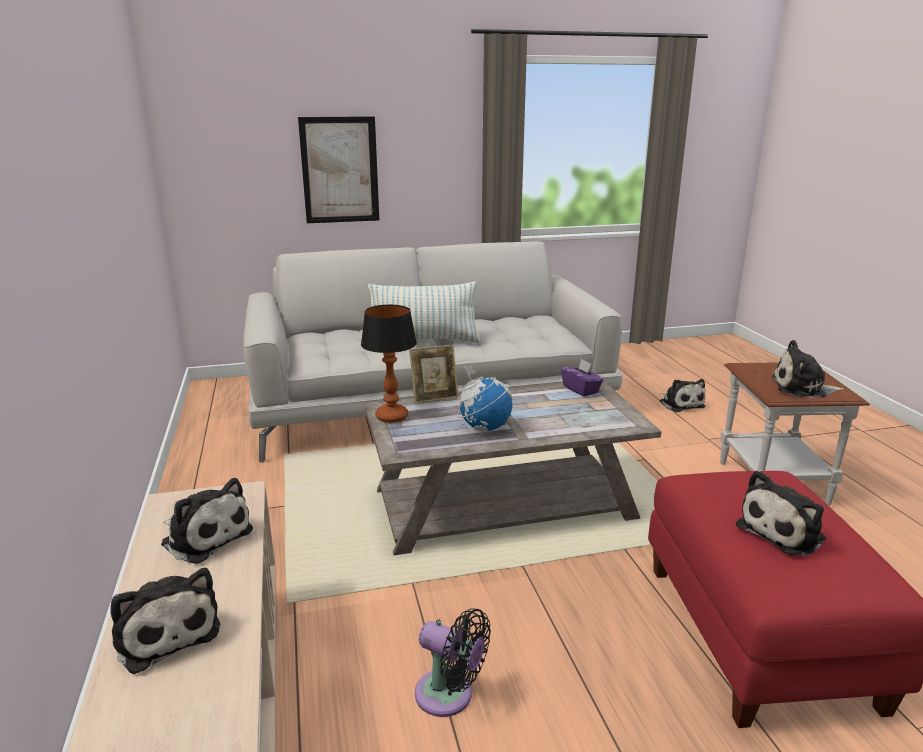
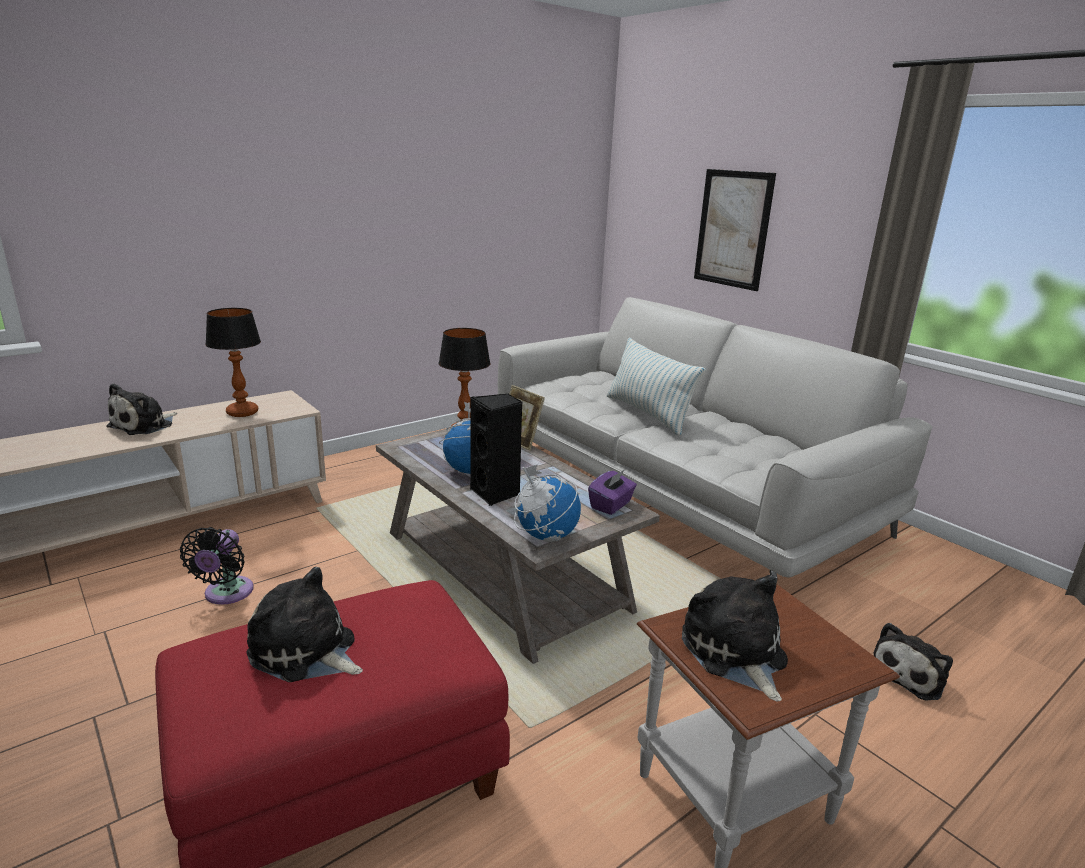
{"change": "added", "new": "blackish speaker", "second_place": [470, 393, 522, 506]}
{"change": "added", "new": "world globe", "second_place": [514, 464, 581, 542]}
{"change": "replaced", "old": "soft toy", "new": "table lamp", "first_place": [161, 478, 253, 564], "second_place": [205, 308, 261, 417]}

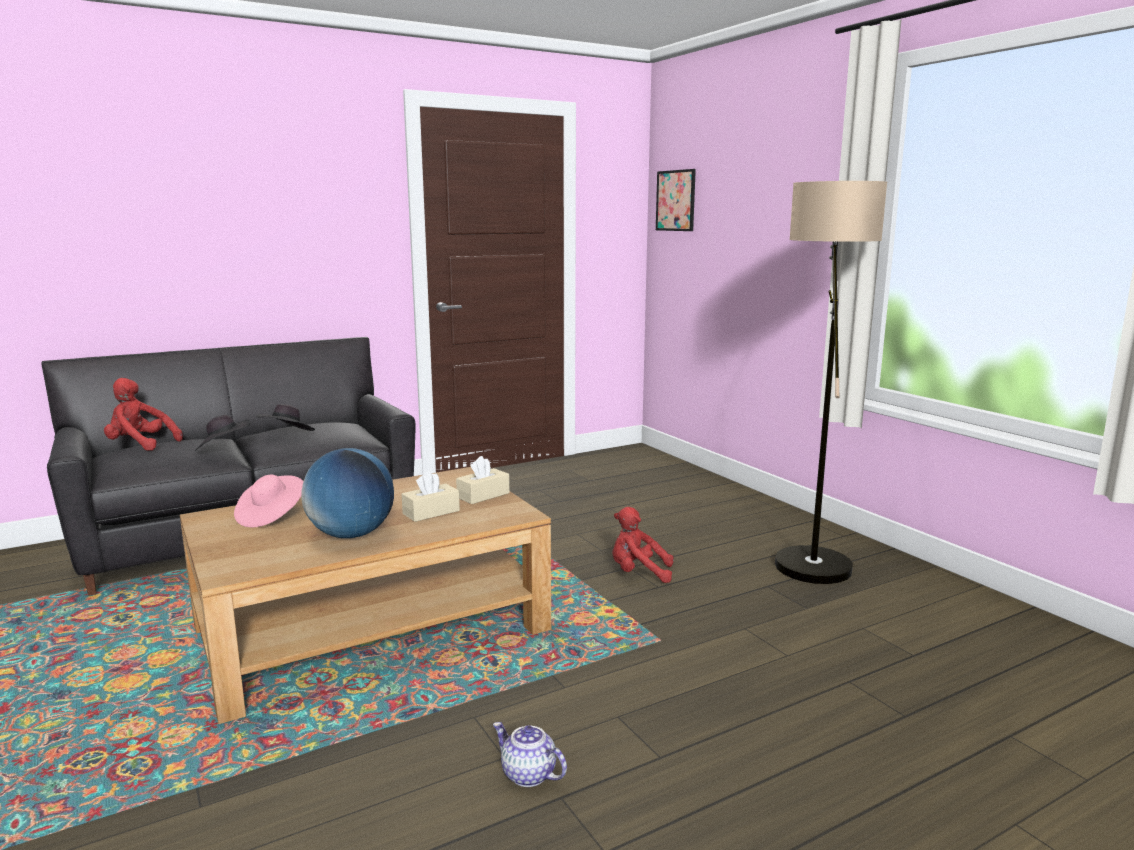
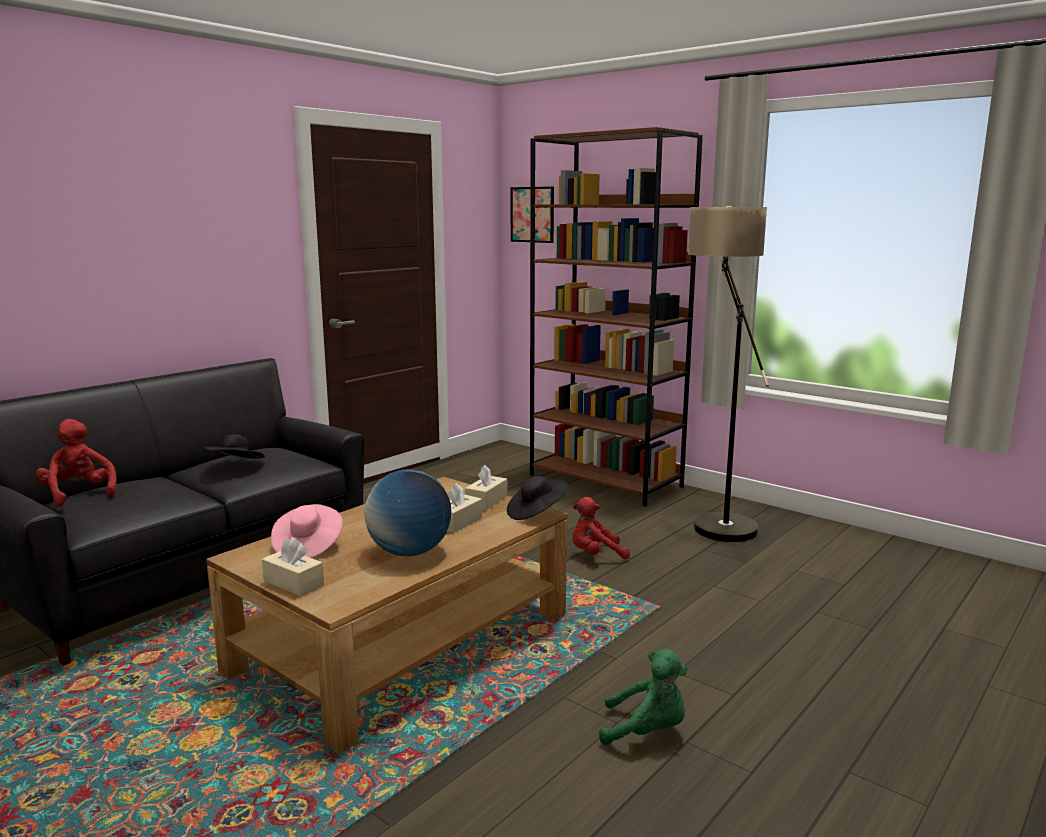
{"change": "added", "new": "beige box of tissues", "second_place": [262, 537, 324, 596]}
{"change": "added", "new": "brown bookcase", "second_place": [530, 127, 703, 507]}
{"change": "moved", "old": "blackish hat", "first_place": [195, 415, 251, 451], "second_place": [507, 476, 569, 520]}
{"change": "replaced", "old": "teapot", "new": "greenish soft toy", "first_place": [493, 722, 567, 787], "second_place": [599, 649, 687, 745]}
{"change": "turned", "old": "reddish soft toy", "first_place": [104, 378, 183, 451], "second_place": [36, 419, 117, 506], "degrees": 60}

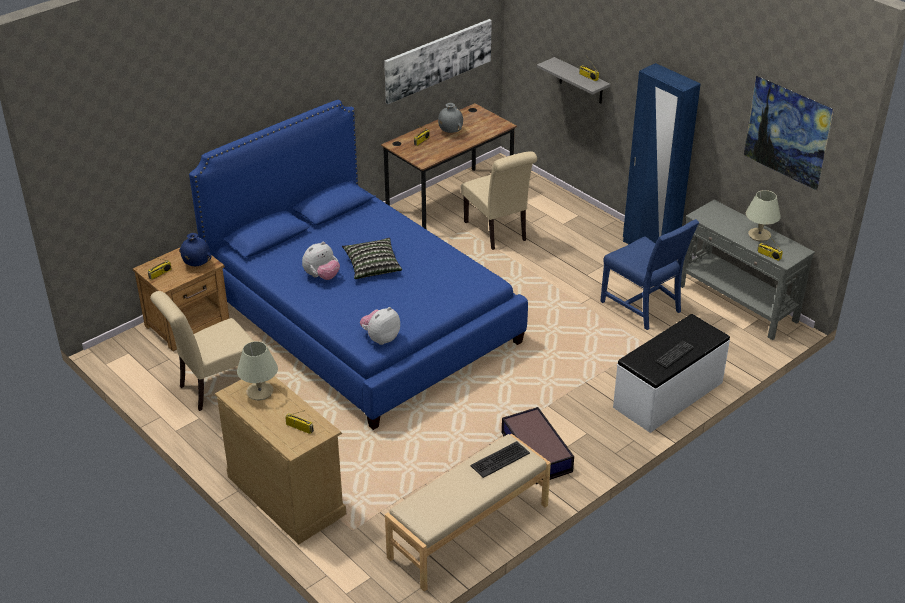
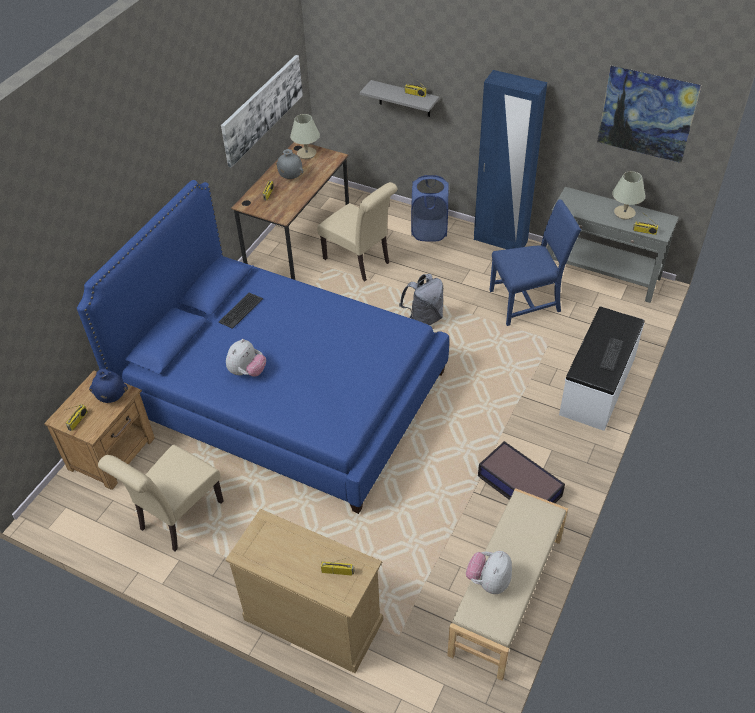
{"change": "removed", "old": "pillow", "first_place": [342, 238, 402, 279]}
{"change": "added", "new": "grey rucksack", "second_place": [399, 274, 443, 325]}
{"change": "added", "new": "bluish laundry basket", "second_place": [411, 175, 449, 242]}
{"change": "moved", "old": "beige table lamp", "first_place": [237, 341, 278, 400], "second_place": [290, 114, 320, 159]}
{"change": "moved", "old": "soft toy", "first_place": [360, 307, 400, 345], "second_place": [466, 551, 512, 594]}
{"change": "moved", "old": "keyboard", "first_place": [470, 441, 530, 478], "second_place": [219, 293, 263, 329]}
{"change": "turned", "old": "bluish plain chair", "first_place": [600, 219, 699, 330], "second_place": [490, 199, 581, 326], "degrees": -45}

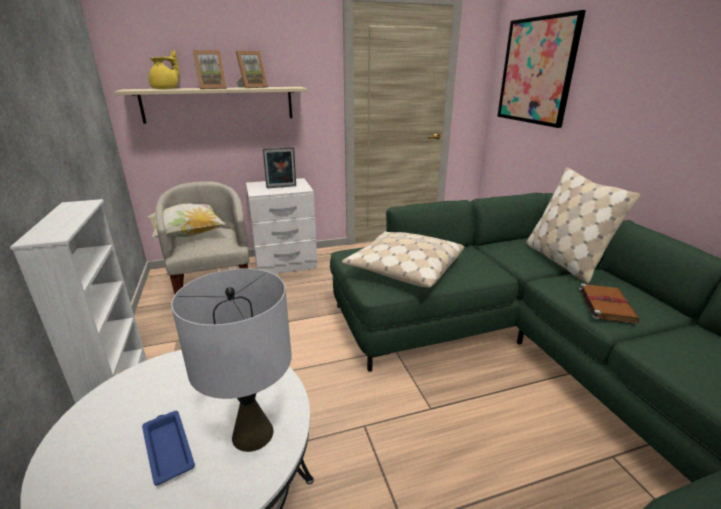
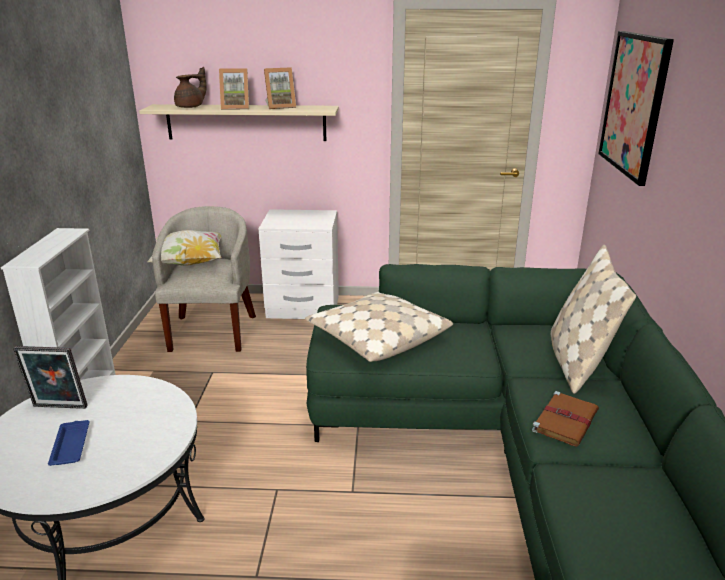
{"change": "removed", "old": "grey table lamp", "first_place": [171, 268, 292, 452]}
{"change": "moved", "old": "standing frame", "first_place": [263, 147, 296, 188], "second_place": [13, 346, 88, 409]}
{"change": "recoloured", "old": "yellowish teapot", "new": "brown teapot", "first_place": [149, 50, 179, 89], "second_place": [174, 67, 207, 108]}

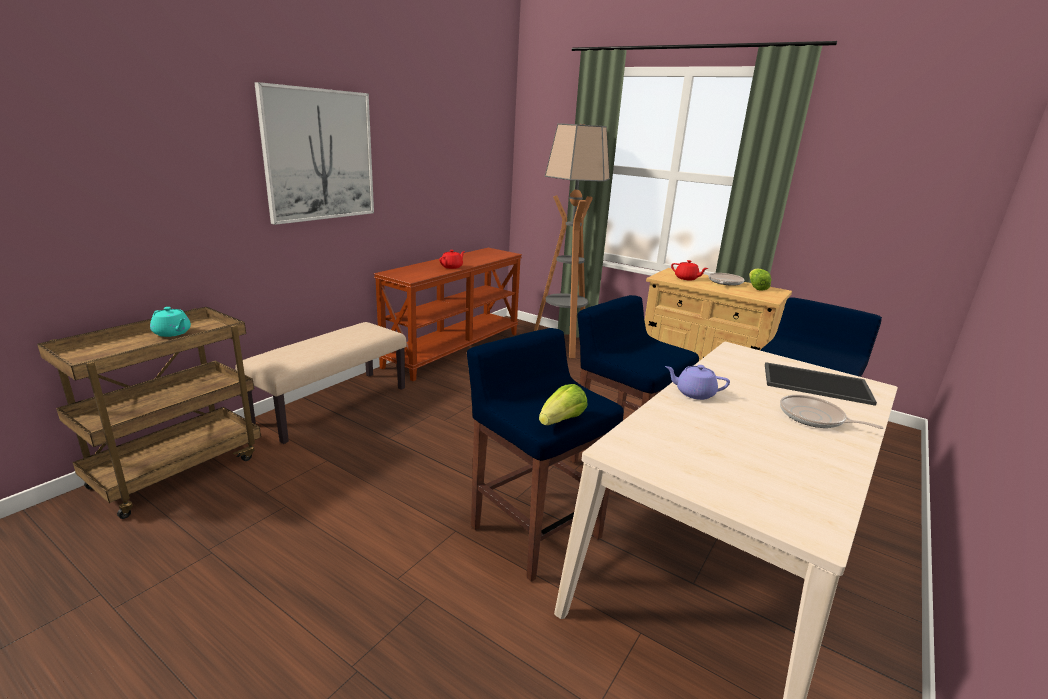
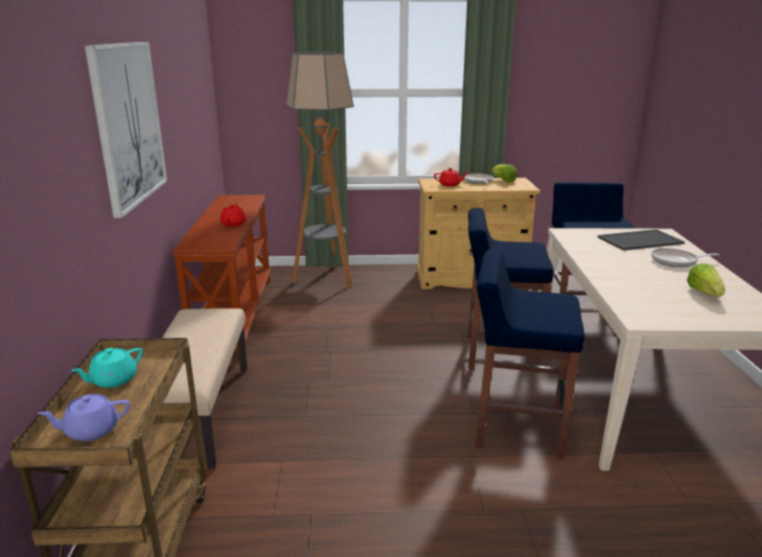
{"change": "moved", "old": "head of lettuce", "first_place": [539, 384, 588, 425], "second_place": [687, 263, 725, 297]}
{"change": "moved", "old": "purplish teapot", "first_place": [665, 365, 730, 400], "second_place": [38, 394, 130, 441]}
{"change": "turned", "old": "turquoise teapot", "first_place": [150, 307, 191, 337], "second_place": [71, 348, 143, 388], "degrees": 135}

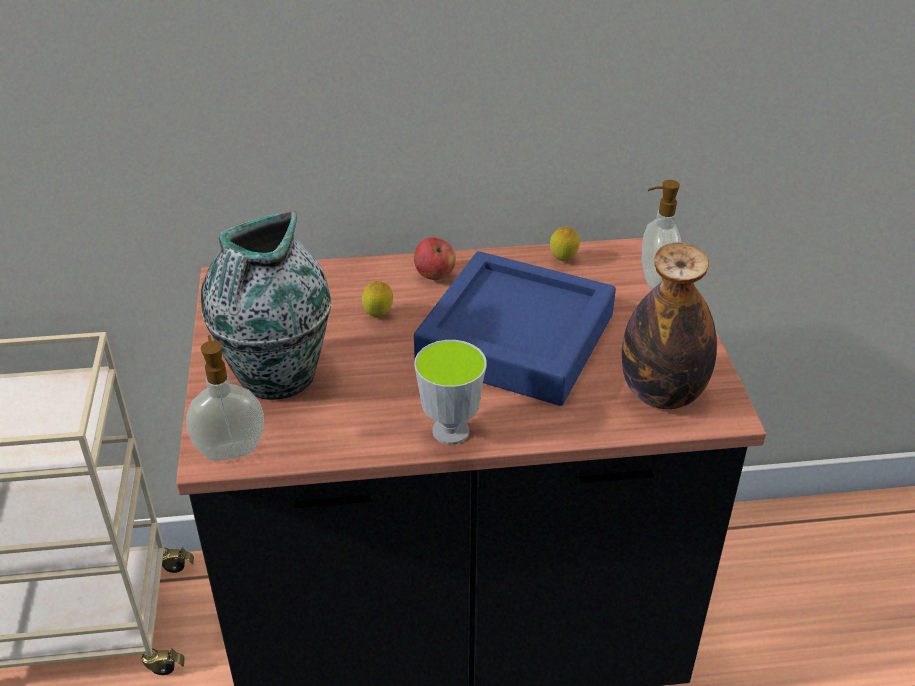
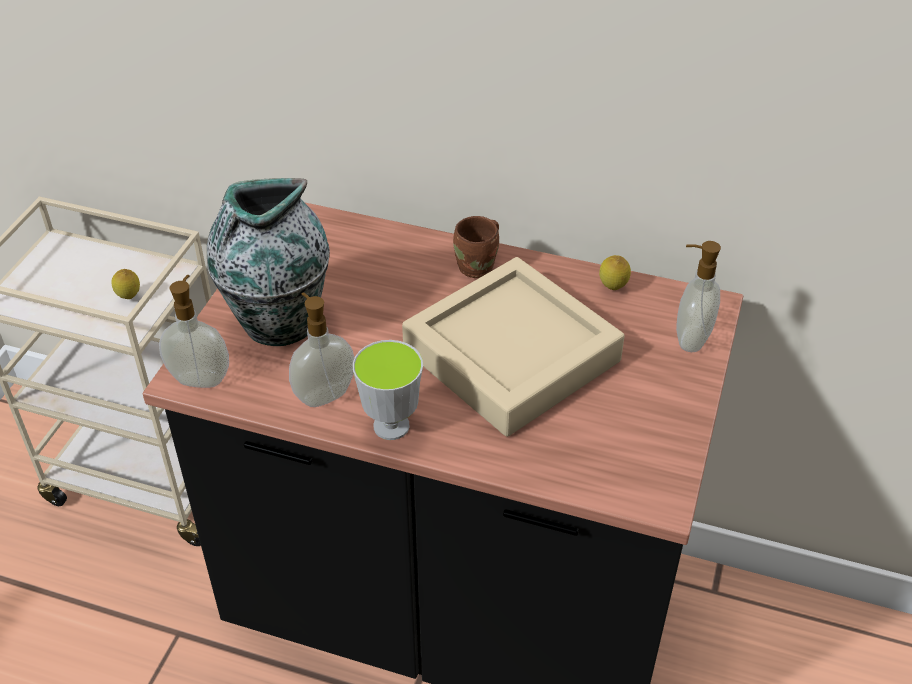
{"change": "removed", "old": "beverage bottle", "first_place": [622, 243, 717, 409]}
{"change": "added", "new": "liquid soap bottle", "second_place": [289, 292, 354, 407]}
{"change": "moved", "old": "lemon", "first_place": [362, 281, 393, 318], "second_place": [111, 269, 140, 299]}
{"change": "replaced", "old": "whole apple", "new": "brown mug", "first_place": [414, 237, 456, 280], "second_place": [453, 216, 499, 278]}
{"change": "recoloured", "old": "bluish serving tray", "new": "beige serving tray", "first_place": [414, 251, 616, 406], "second_place": [402, 257, 624, 437]}

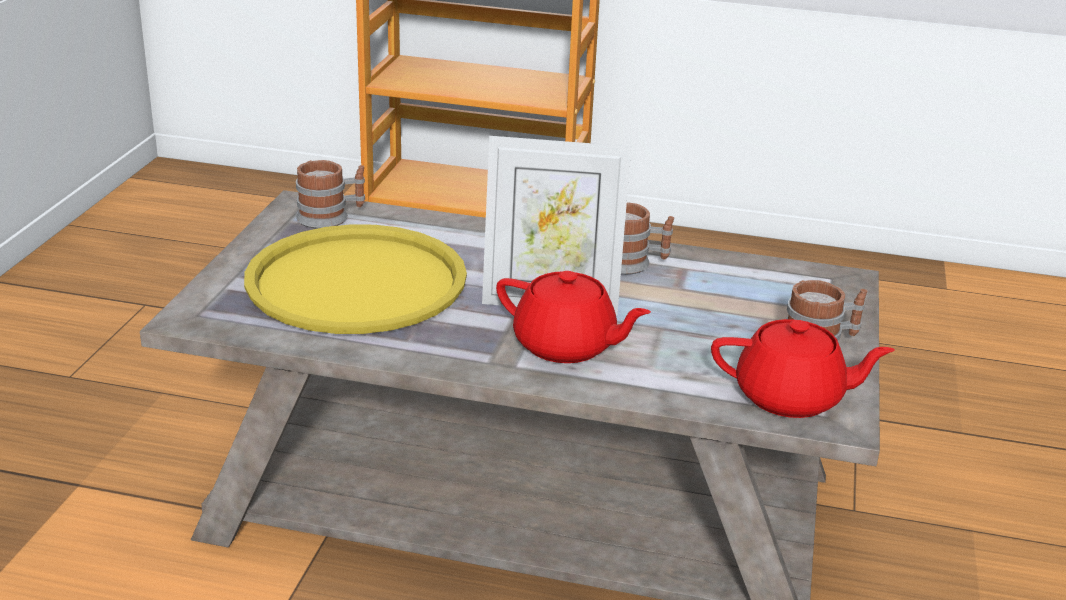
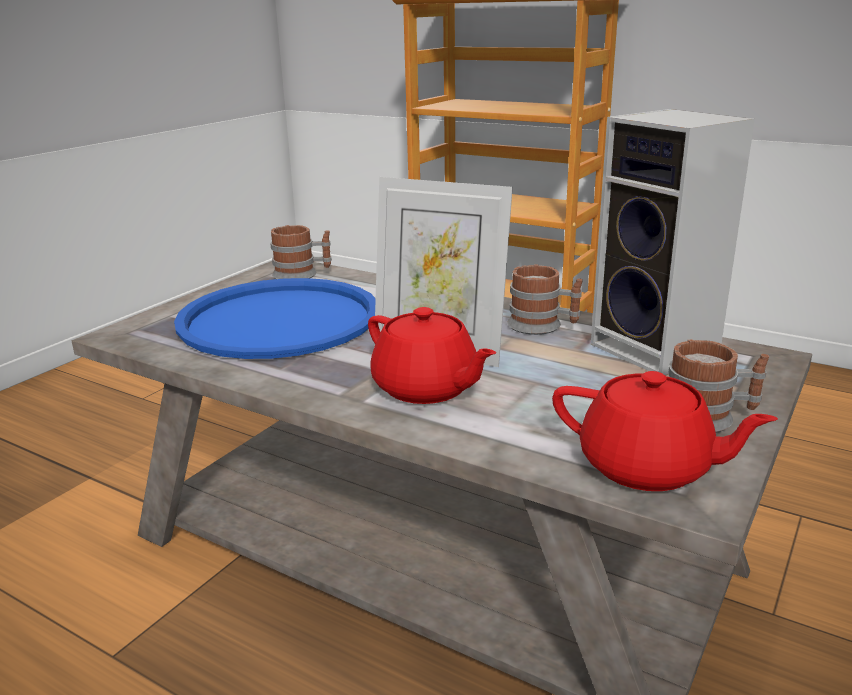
{"change": "added", "new": "speaker", "second_place": [591, 109, 755, 375]}
{"change": "recoloured", "old": "yellowish serving tray", "new": "bluish serving tray", "first_place": [244, 224, 467, 334], "second_place": [174, 278, 376, 359]}

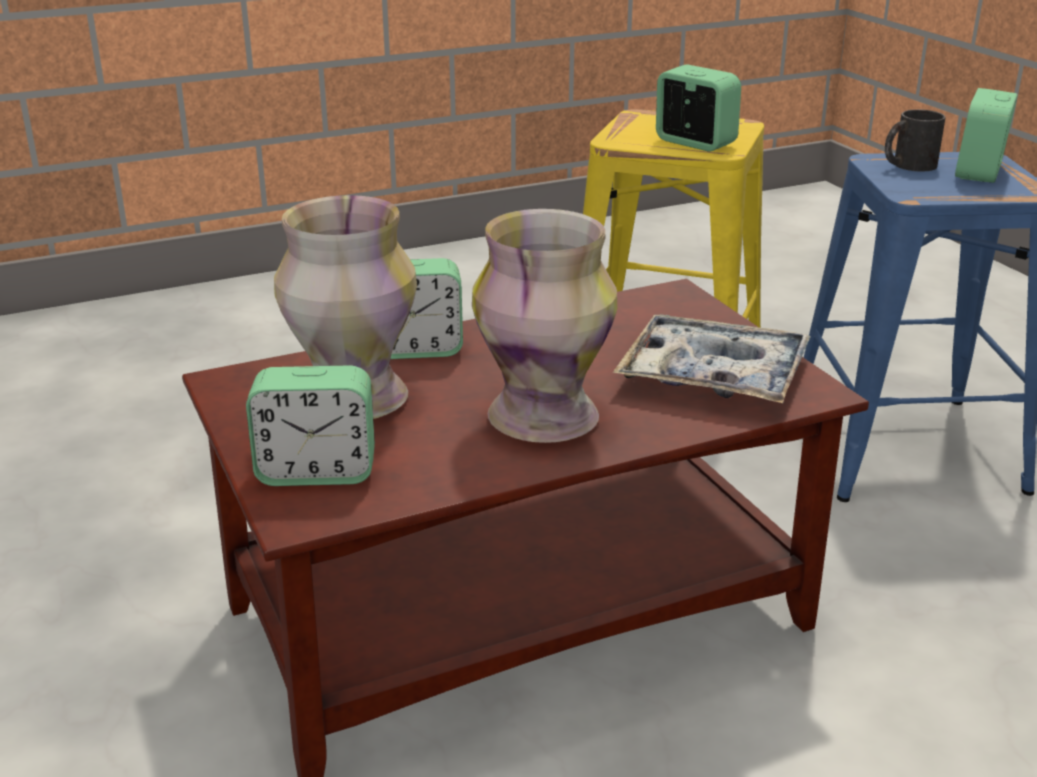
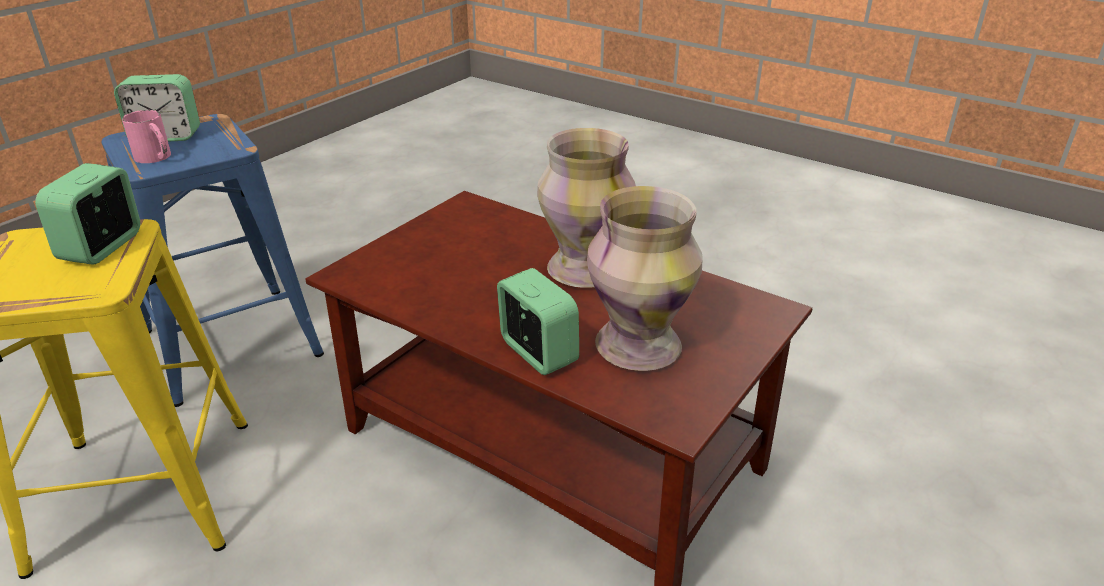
{"change": "removed", "old": "table clock", "first_place": [246, 365, 375, 486]}
{"change": "removed", "old": "serving tray", "first_place": [613, 314, 811, 403]}
{"change": "recoloured", "old": "blackish mug", "new": "pinkish mug", "first_place": [885, 109, 945, 172], "second_place": [122, 110, 171, 163]}

